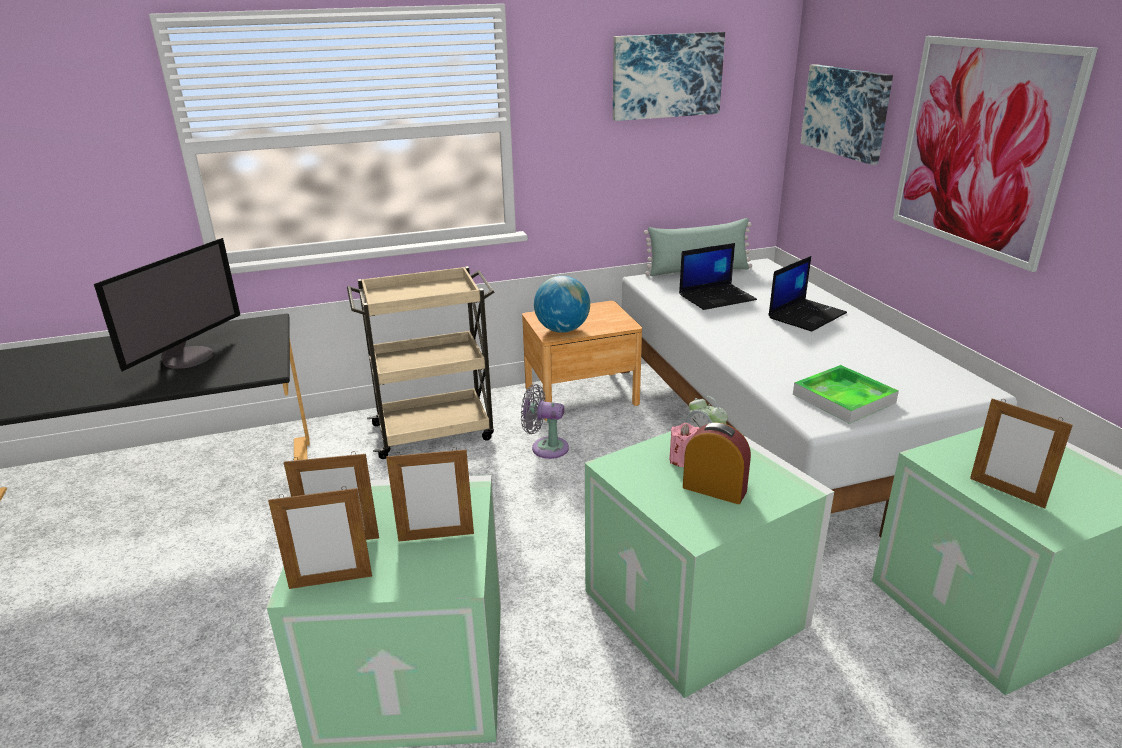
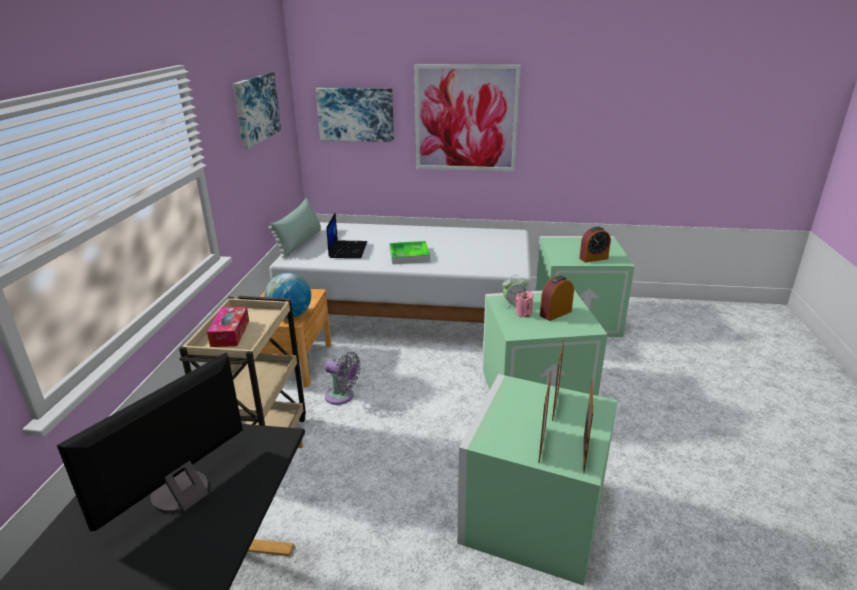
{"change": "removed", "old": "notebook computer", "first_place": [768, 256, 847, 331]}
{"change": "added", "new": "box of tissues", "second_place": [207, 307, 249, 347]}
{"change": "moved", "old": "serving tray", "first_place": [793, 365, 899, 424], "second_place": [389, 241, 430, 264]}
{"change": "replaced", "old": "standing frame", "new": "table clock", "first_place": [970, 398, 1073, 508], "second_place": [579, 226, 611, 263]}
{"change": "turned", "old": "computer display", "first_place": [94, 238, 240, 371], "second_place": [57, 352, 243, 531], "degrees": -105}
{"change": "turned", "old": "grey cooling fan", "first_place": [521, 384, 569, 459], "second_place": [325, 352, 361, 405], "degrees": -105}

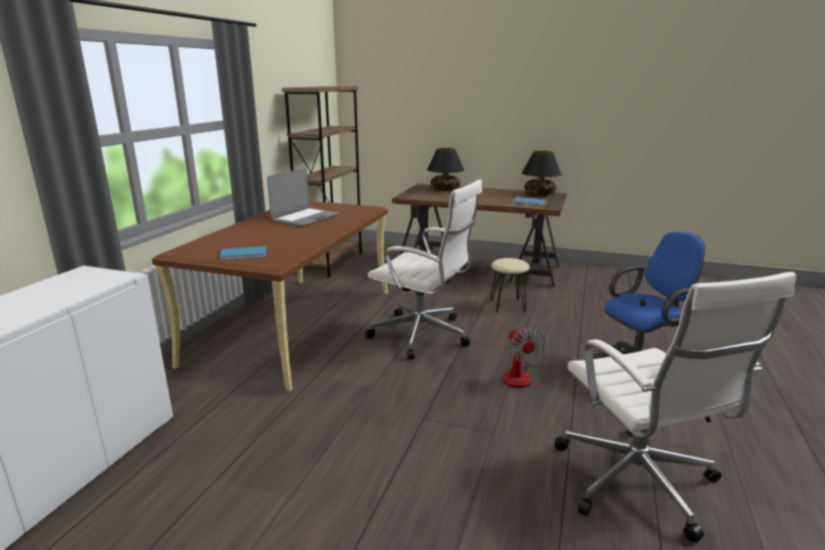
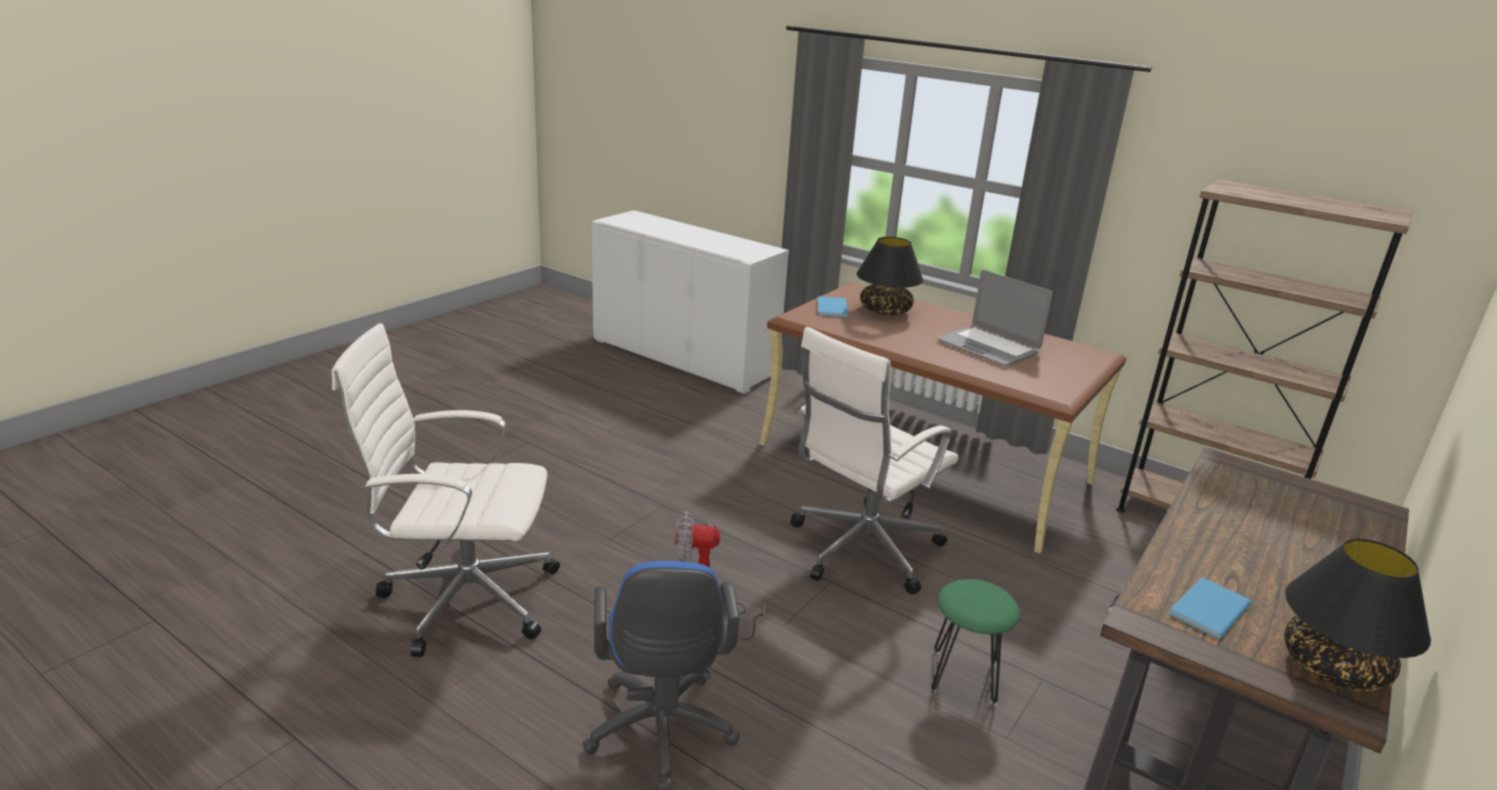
{"change": "moved", "old": "blackish table lamp", "first_place": [427, 148, 464, 191], "second_place": [856, 237, 923, 315]}
{"change": "recoloured", "old": "beige stool", "new": "greenish stool", "first_place": [490, 258, 530, 313], "second_place": [930, 579, 1020, 706]}

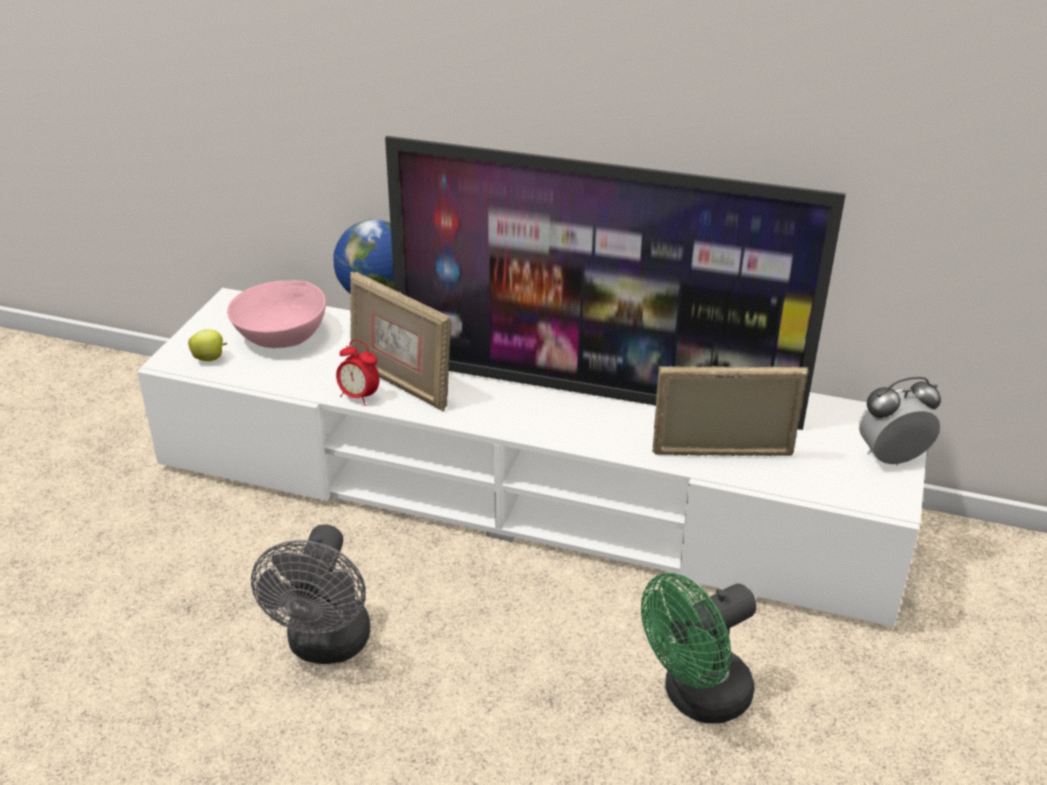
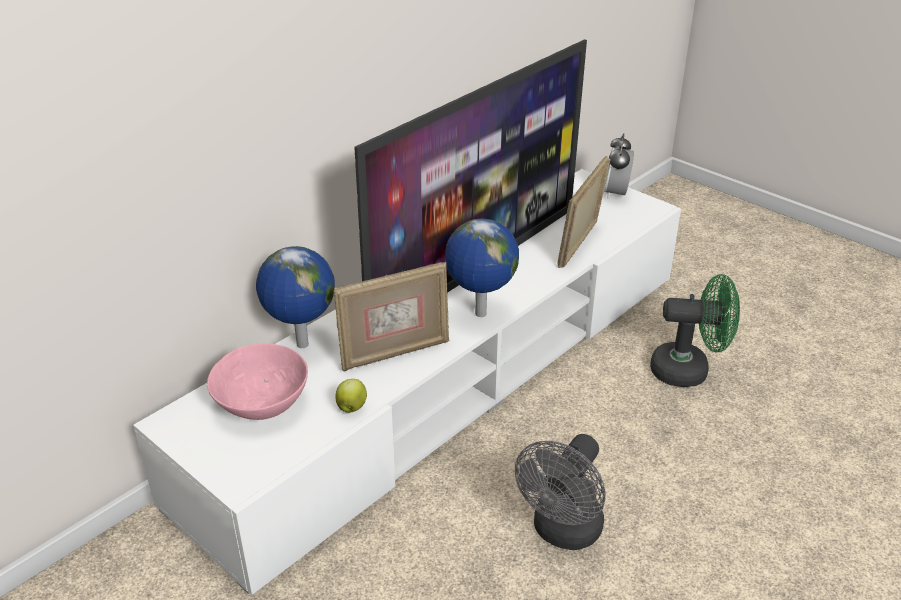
{"change": "removed", "old": "table clock", "first_place": [336, 339, 379, 406]}
{"change": "added", "new": "world globe", "second_place": [445, 218, 519, 317]}
{"change": "moved", "old": "whole apple", "first_place": [188, 329, 227, 361], "second_place": [335, 379, 367, 413]}
{"change": "turned", "old": "grey cooling fan", "first_place": [251, 524, 370, 664], "second_place": [515, 434, 606, 550], "degrees": 90}
{"change": "turned", "old": "greenish cooling fan", "first_place": [641, 573, 756, 724], "second_place": [650, 274, 740, 387], "degrees": -75}

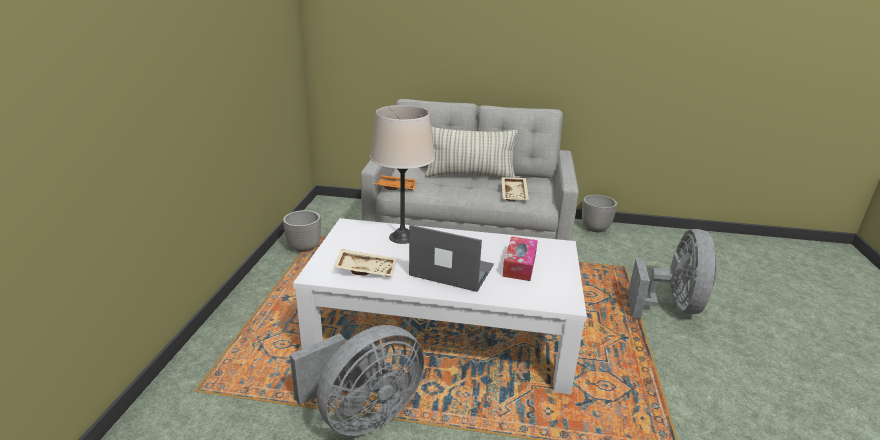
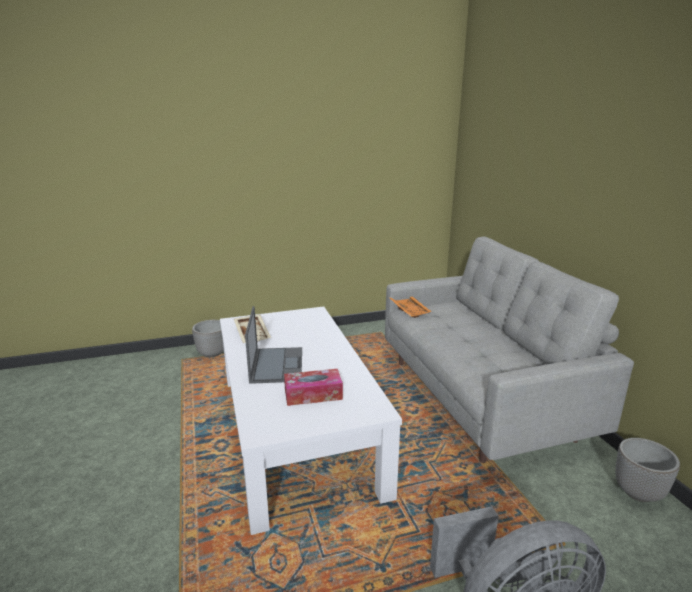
{"change": "removed", "old": "grey cooling fan", "first_place": [290, 325, 425, 436]}
{"change": "removed", "old": "beige table lamp", "first_place": [370, 105, 435, 244]}
{"change": "removed", "old": "pillow", "first_place": [425, 127, 518, 178]}
{"change": "removed", "old": "beige serving tray", "first_place": [501, 177, 529, 202]}
{"change": "moved", "old": "plant pot", "first_place": [283, 210, 321, 252], "second_place": [192, 320, 224, 357]}

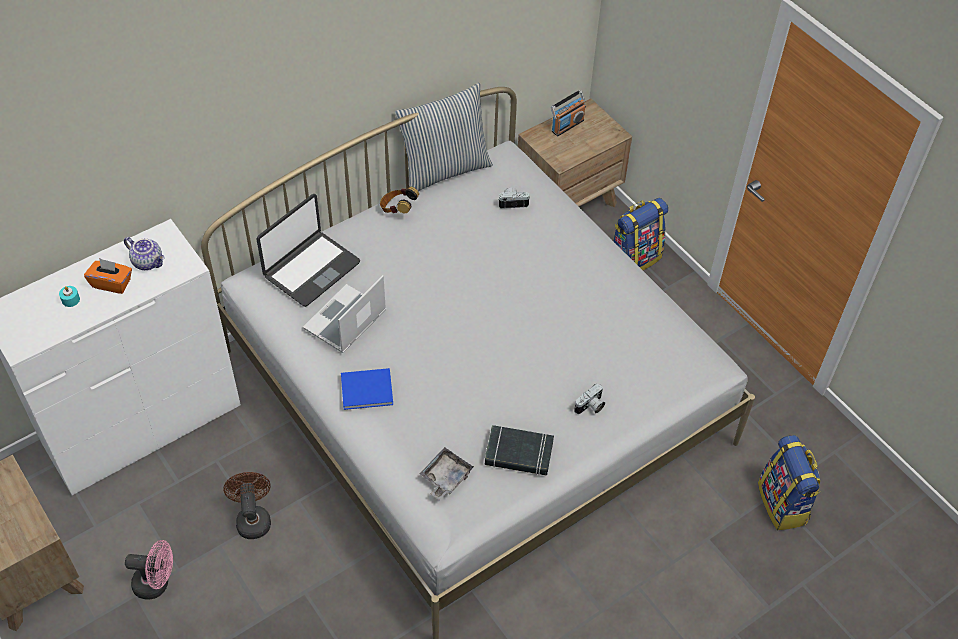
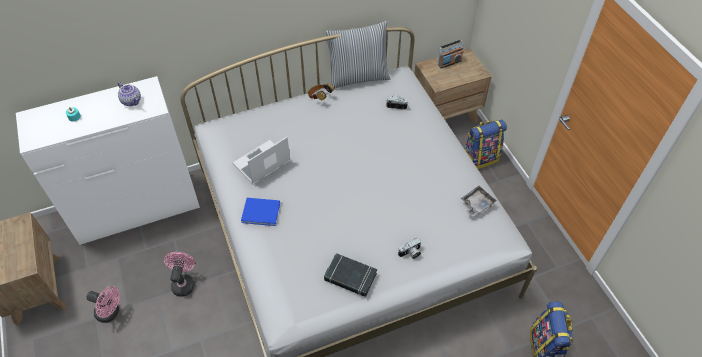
{"change": "removed", "old": "orangey box of tissues", "first_place": [84, 258, 132, 294]}
{"change": "removed", "old": "notebook computer", "first_place": [256, 194, 360, 307]}
{"change": "moved", "old": "grey serving tray", "first_place": [420, 447, 473, 500], "second_place": [461, 186, 497, 217]}
{"change": "recoloured", "old": "brown cooling fan", "new": "pinkish cooling fan", "first_place": [223, 472, 271, 539], "second_place": [164, 252, 195, 297]}

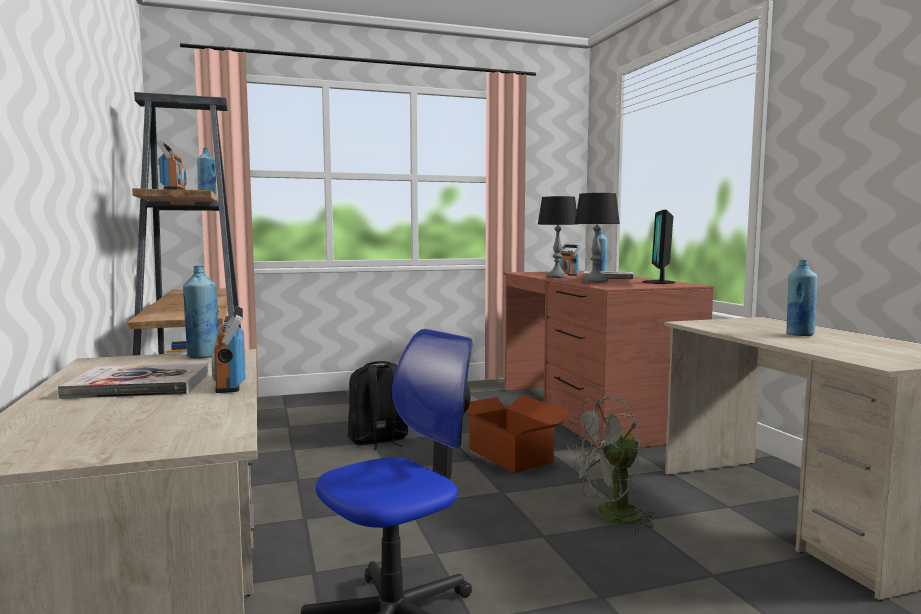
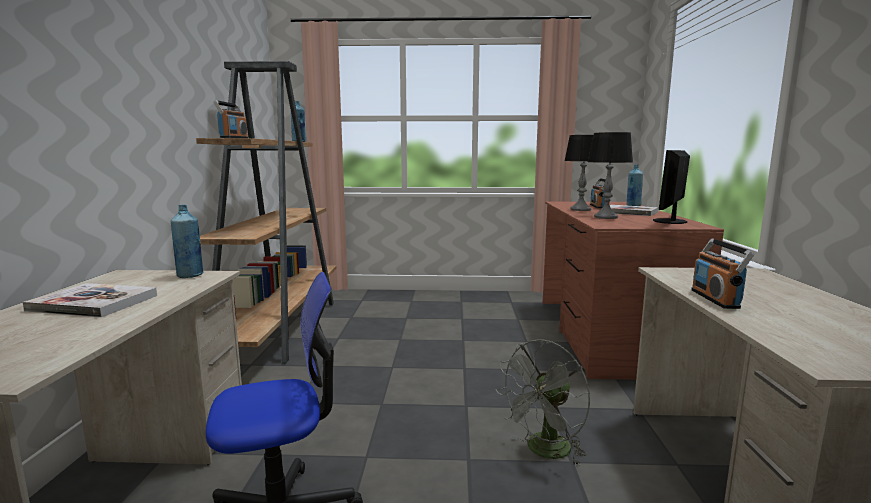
{"change": "removed", "old": "blackish rucksack", "first_place": [348, 361, 408, 450]}
{"change": "removed", "old": "carton", "first_place": [466, 395, 570, 473]}
{"change": "removed", "old": "bluish beverage bottle", "first_place": [787, 260, 817, 336]}
{"change": "moved", "old": "radio receiver", "first_place": [212, 306, 245, 393], "second_place": [691, 239, 754, 309]}
{"change": "turned", "old": "grey cooling fan", "first_place": [567, 396, 658, 533], "second_place": [495, 339, 590, 465], "degrees": -45}

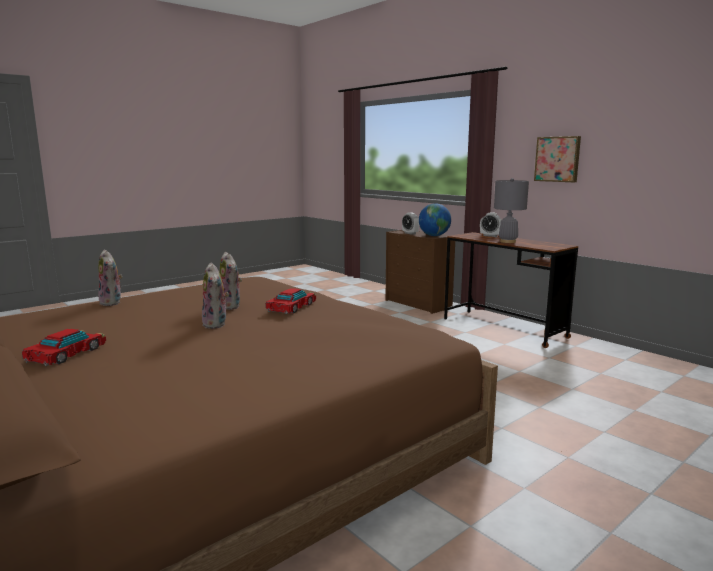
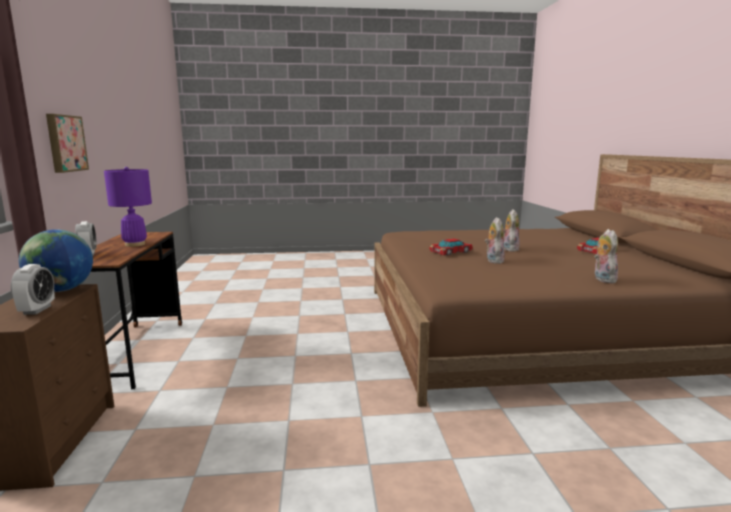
{"change": "recoloured", "old": "grey table lamp", "new": "purplish table lamp", "first_place": [494, 178, 529, 243], "second_place": [104, 167, 152, 247]}

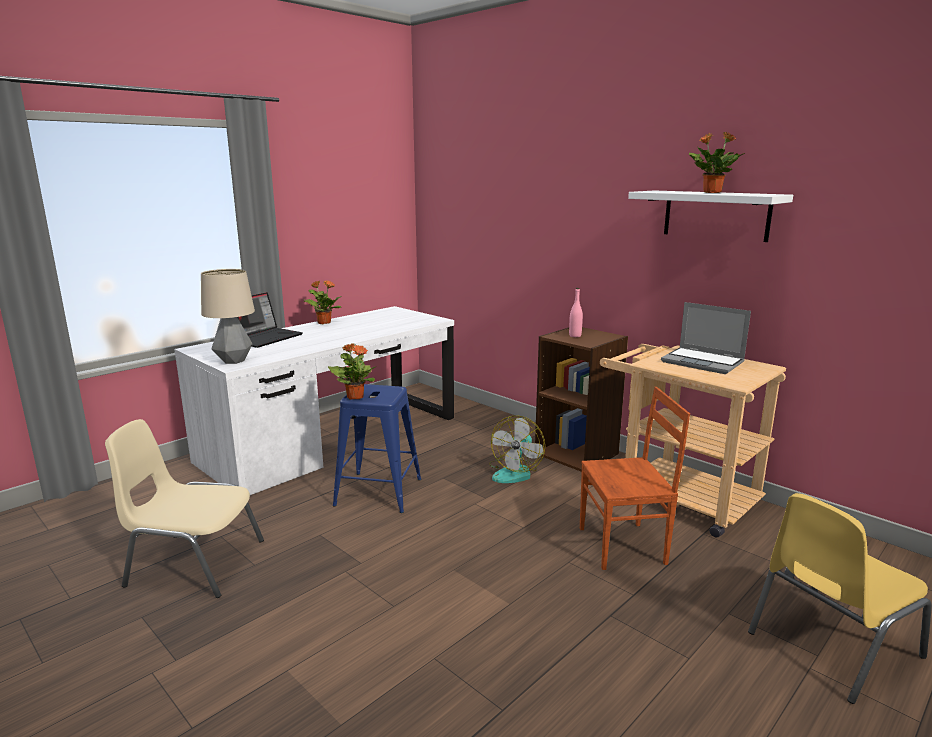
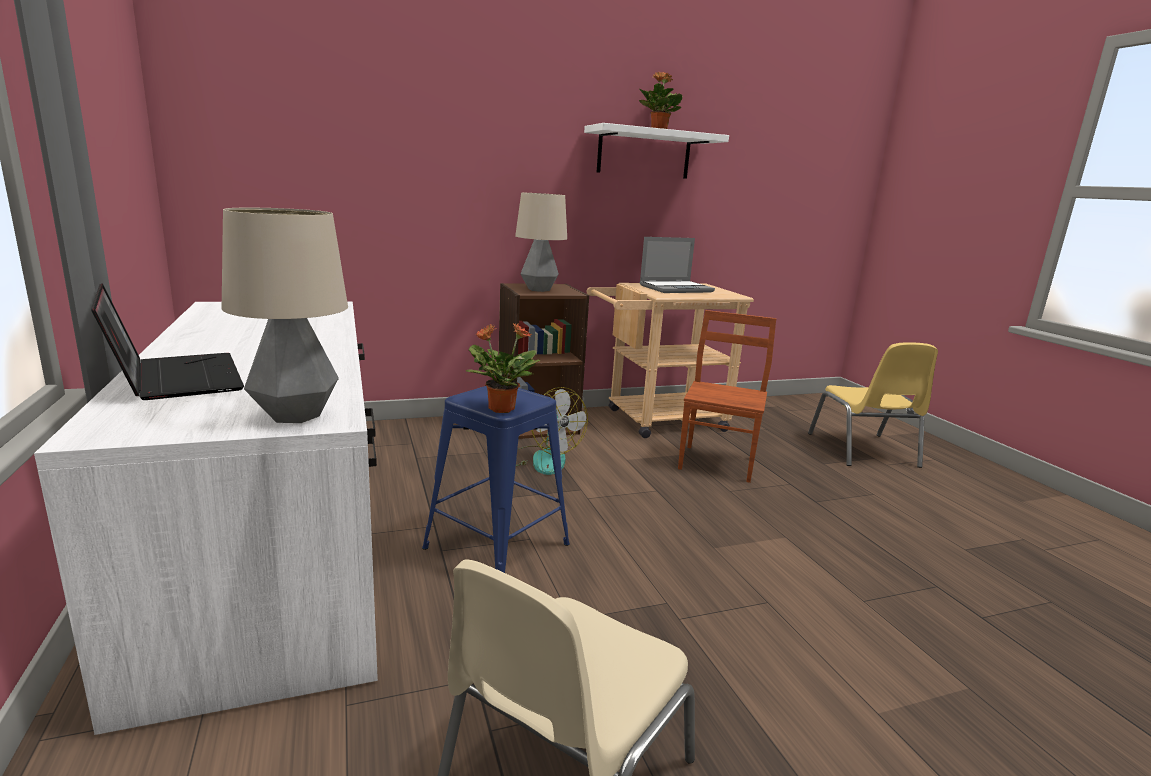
{"change": "removed", "old": "potted plant", "first_place": [303, 280, 341, 324]}
{"change": "replaced", "old": "pinkish beverage bottle", "new": "table lamp", "first_place": [569, 288, 583, 337], "second_place": [515, 192, 567, 292]}

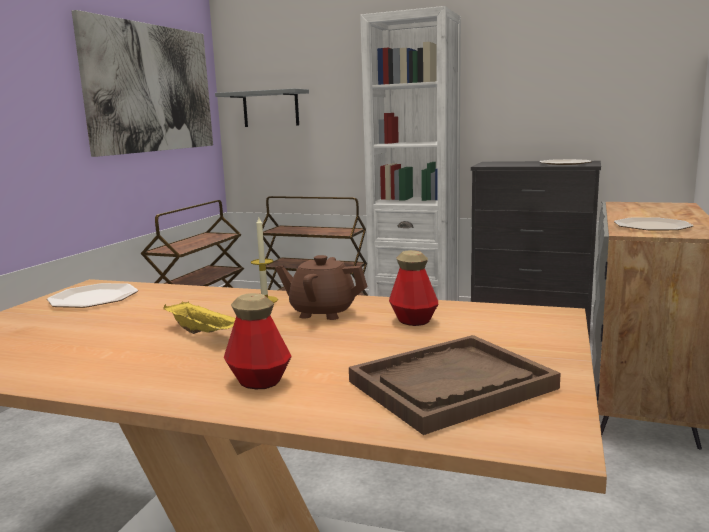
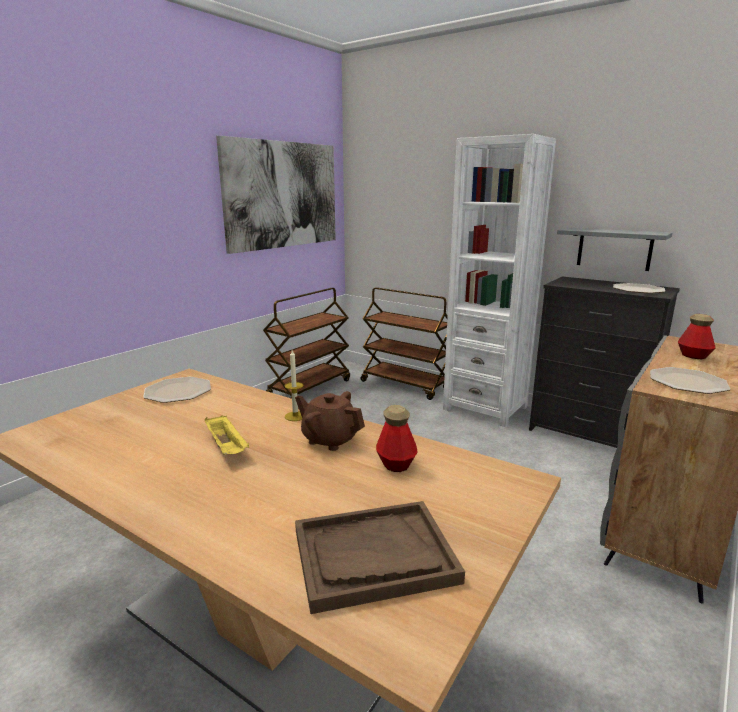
{"change": "moved", "old": "grey shelf", "first_place": [215, 88, 309, 127], "second_place": [557, 228, 672, 271]}
{"change": "moved", "old": "beverage bottle", "first_place": [224, 293, 292, 389], "second_place": [678, 314, 715, 359]}

